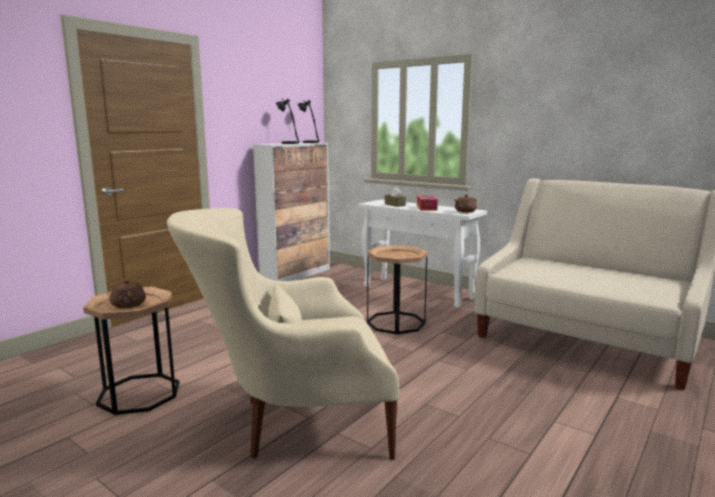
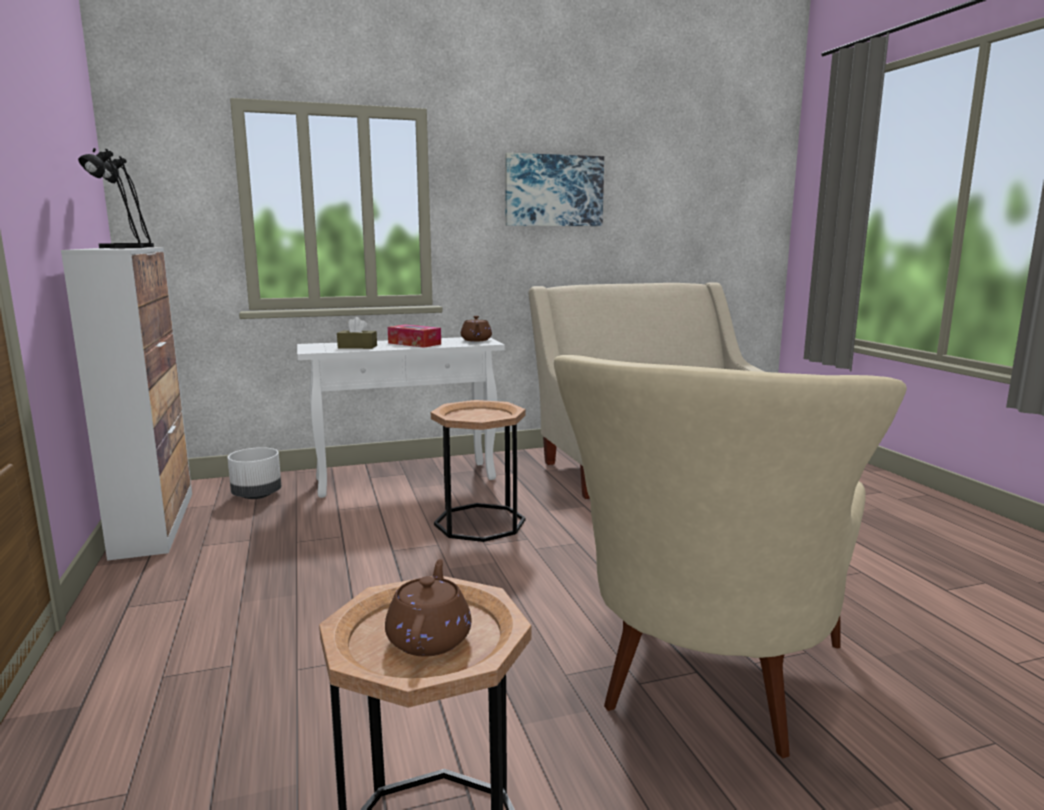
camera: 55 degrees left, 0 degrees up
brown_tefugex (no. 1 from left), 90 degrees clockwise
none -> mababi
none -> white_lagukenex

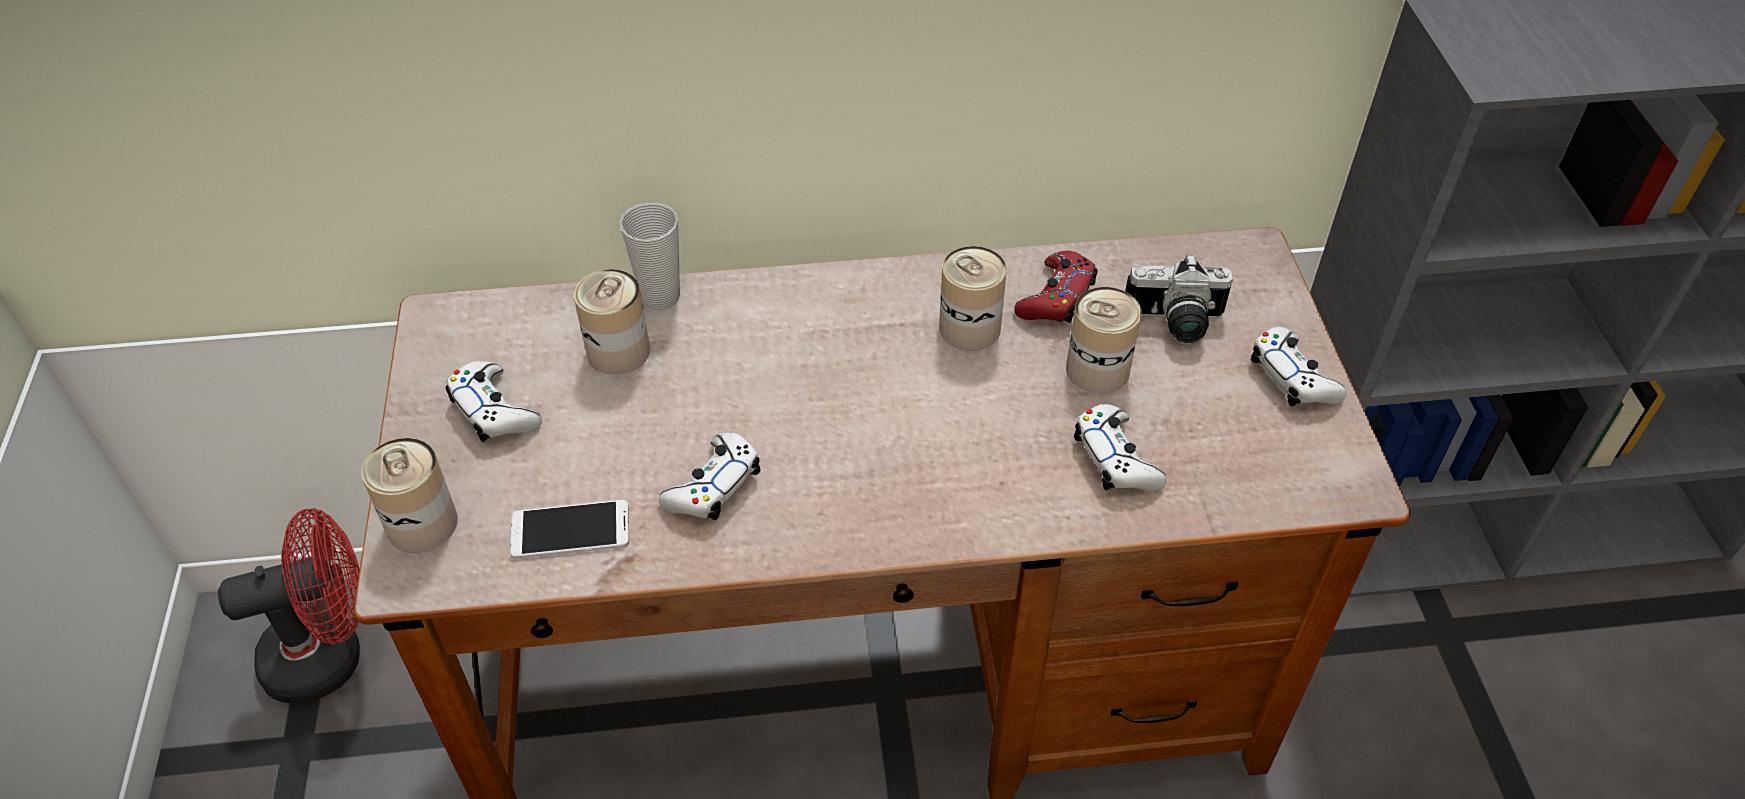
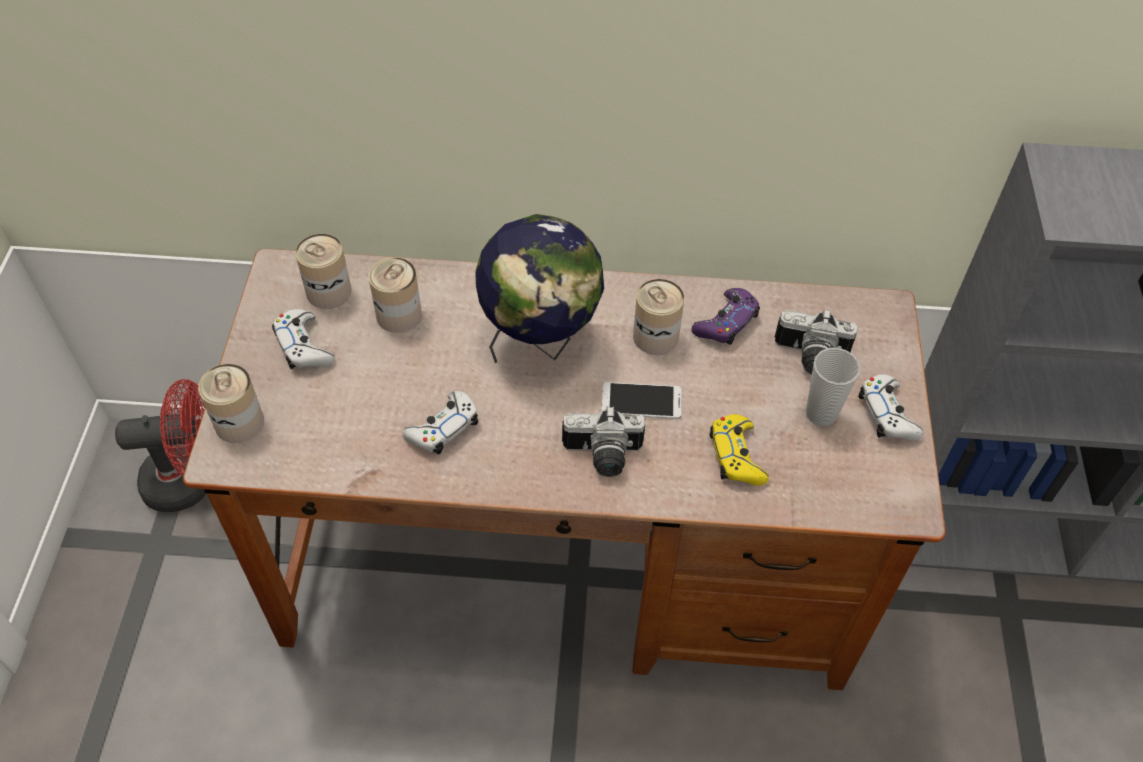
camera: 10 degrees right, 5 degrees up
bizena, relocated
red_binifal -> purple_binifal
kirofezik (no. 4 from left in the first image) -> kirofezik (no. 2 from left), relocated
white_binifal (no. 3 from left) -> yellow_binifal
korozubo, relocated
none -> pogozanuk
none -> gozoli (no. 1 from left)

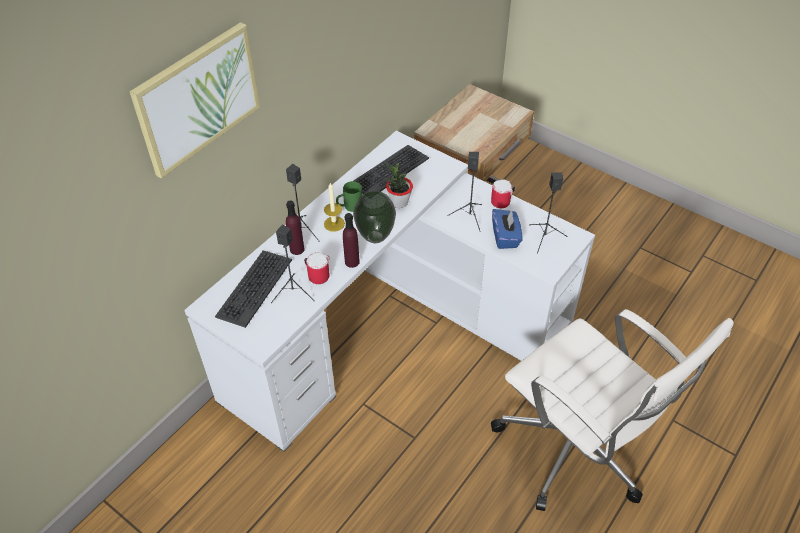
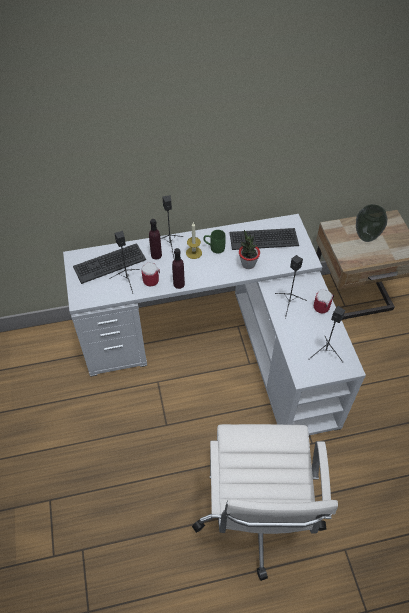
camera: 40 degrees right, 5 degrees up
mababi -> none
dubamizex, relocated
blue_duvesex -> none

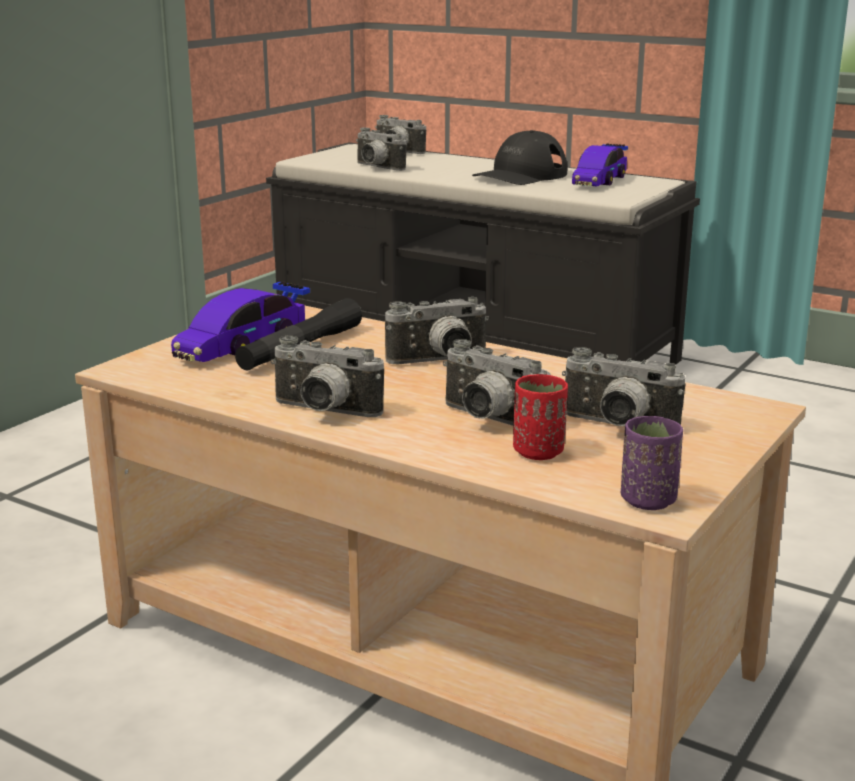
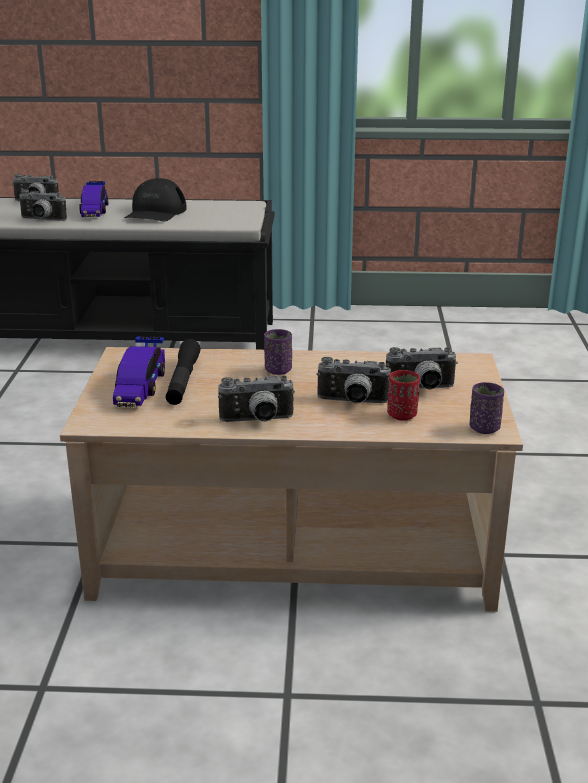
camera: 30 degrees left, 5 degrees up
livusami (no. 2 from left in the first image) -> livusami (no. 1 from left), relocated
gozoli (no. 4 from left) -> purple_bizena (no. 1 from left)

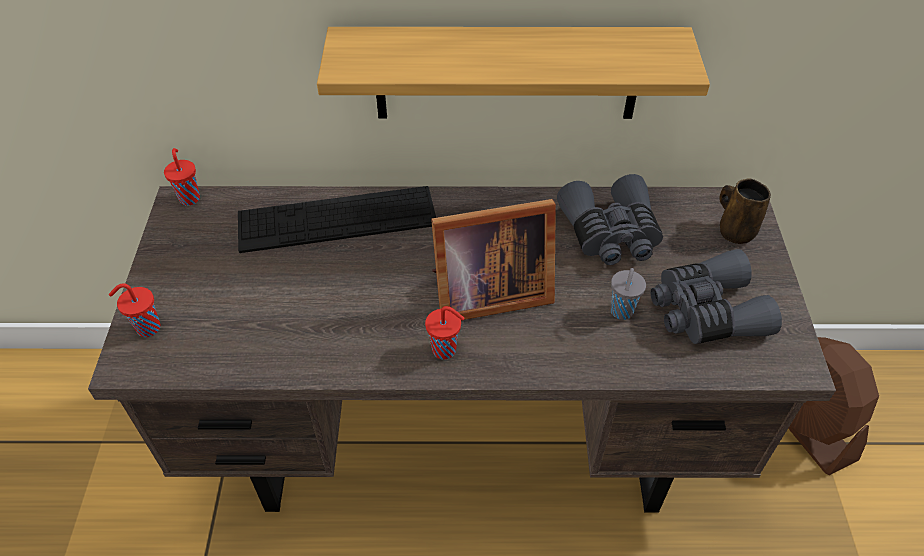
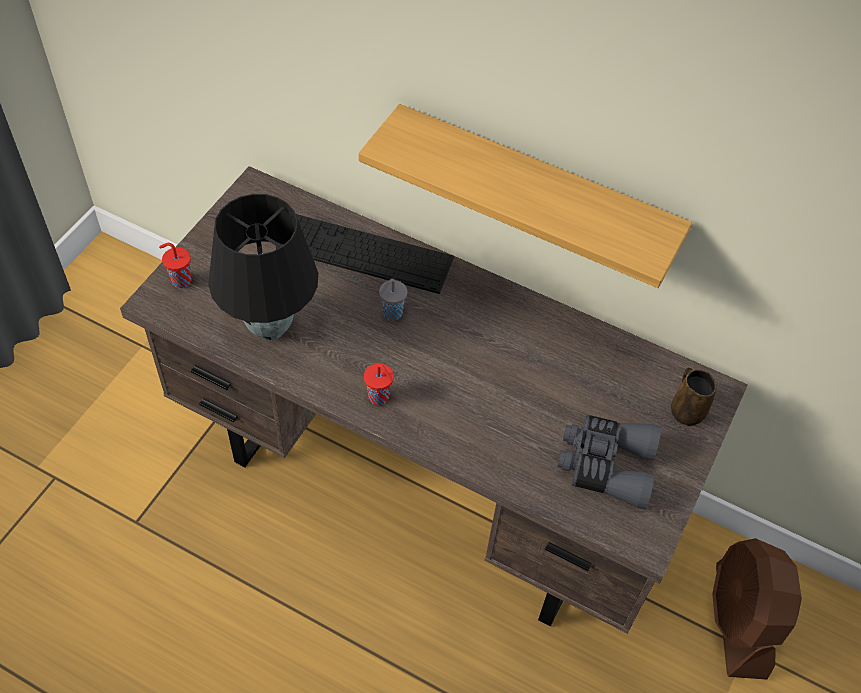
camera: 25 degrees right, 5 degrees up
red_bizena (no. 2 from left) -> none
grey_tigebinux (no. 1 from left) -> none
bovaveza -> none
grey_bizena, relocated
none -> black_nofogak

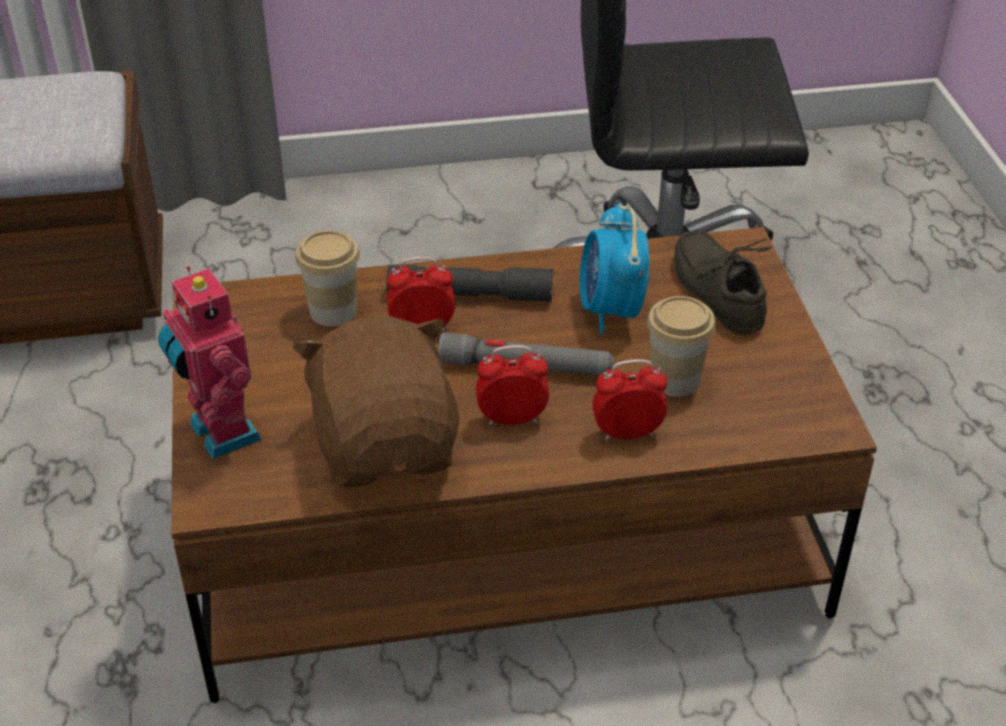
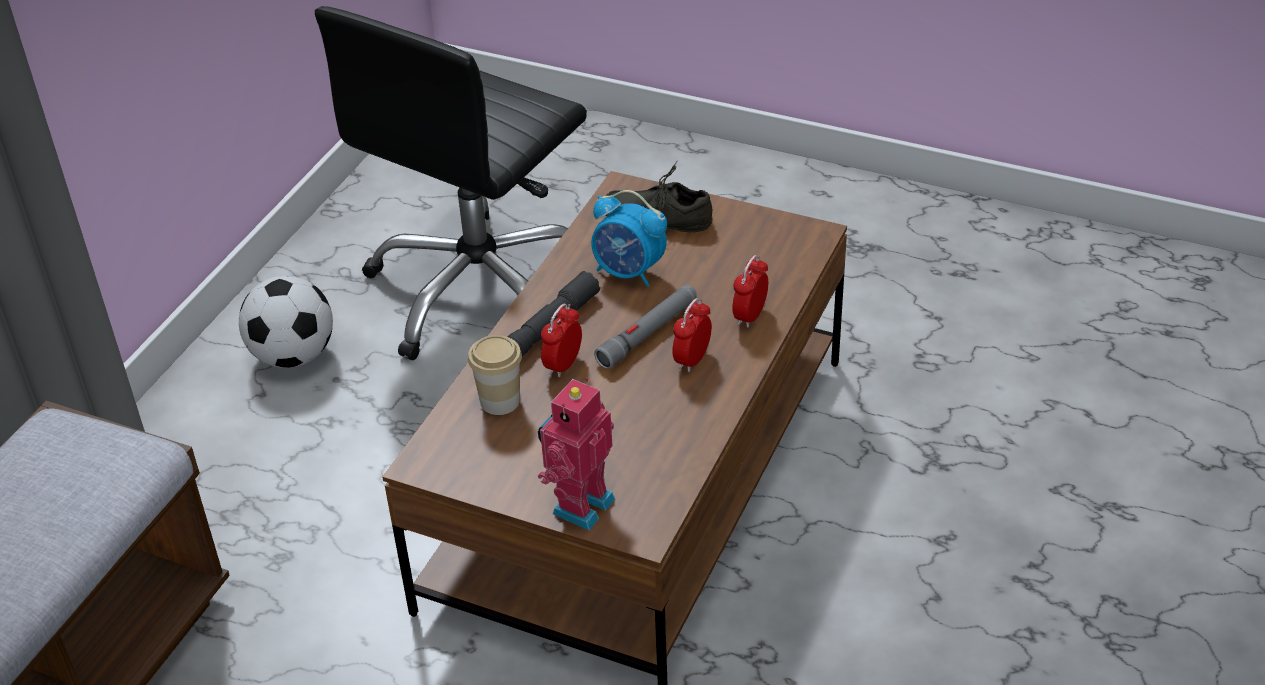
camera: 55 degrees left, 0 degrees up
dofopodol, 120 degrees clockwise
bizena (no. 2 from left) -> none
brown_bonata -> none
none -> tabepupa

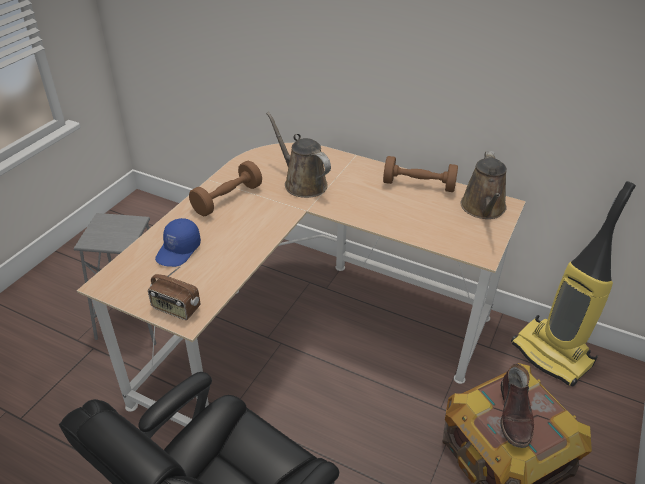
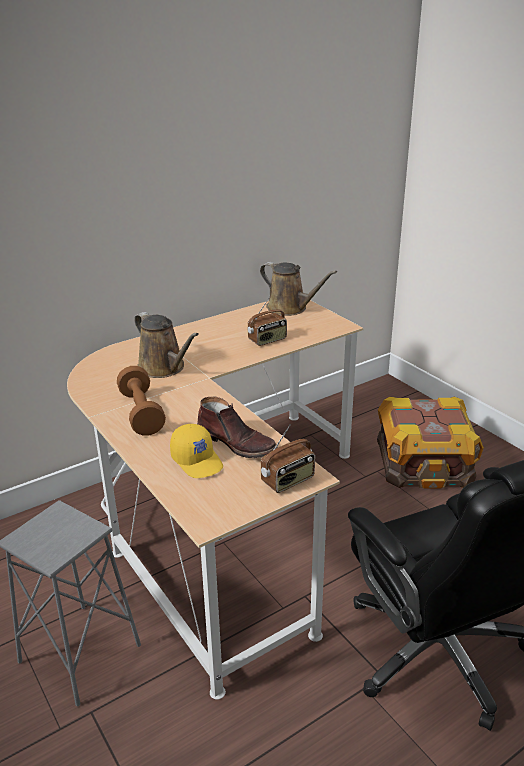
camera: 60 degrees left, 10 degrees down
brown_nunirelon (no. 1 from left), 120 degrees counterclockwise
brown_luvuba (no. 2 from left) -> none
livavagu -> none
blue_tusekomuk -> yellow_tusekomuk
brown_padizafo, relocated
none -> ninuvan (no. 1 from left)

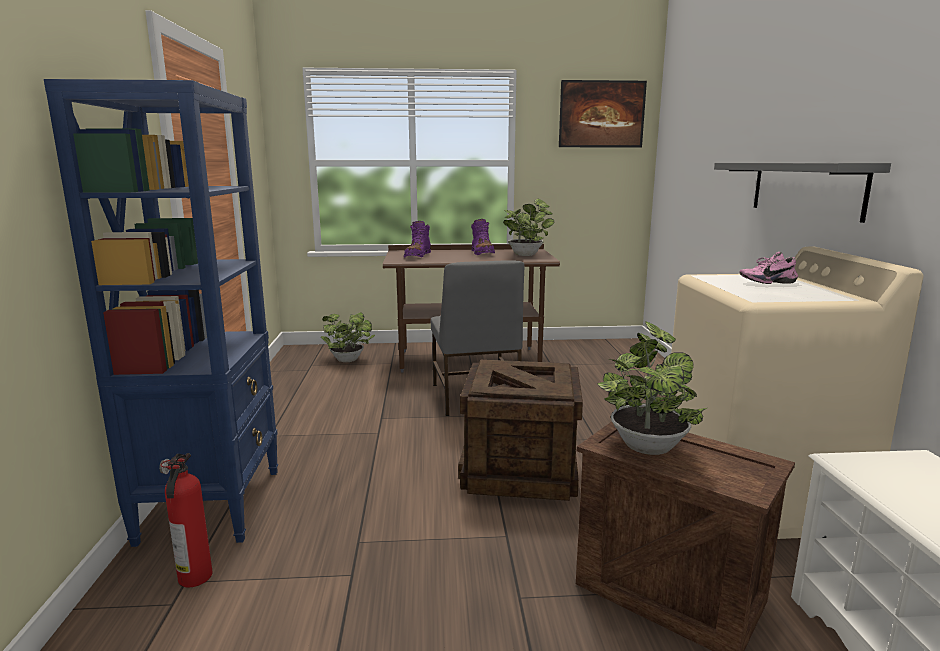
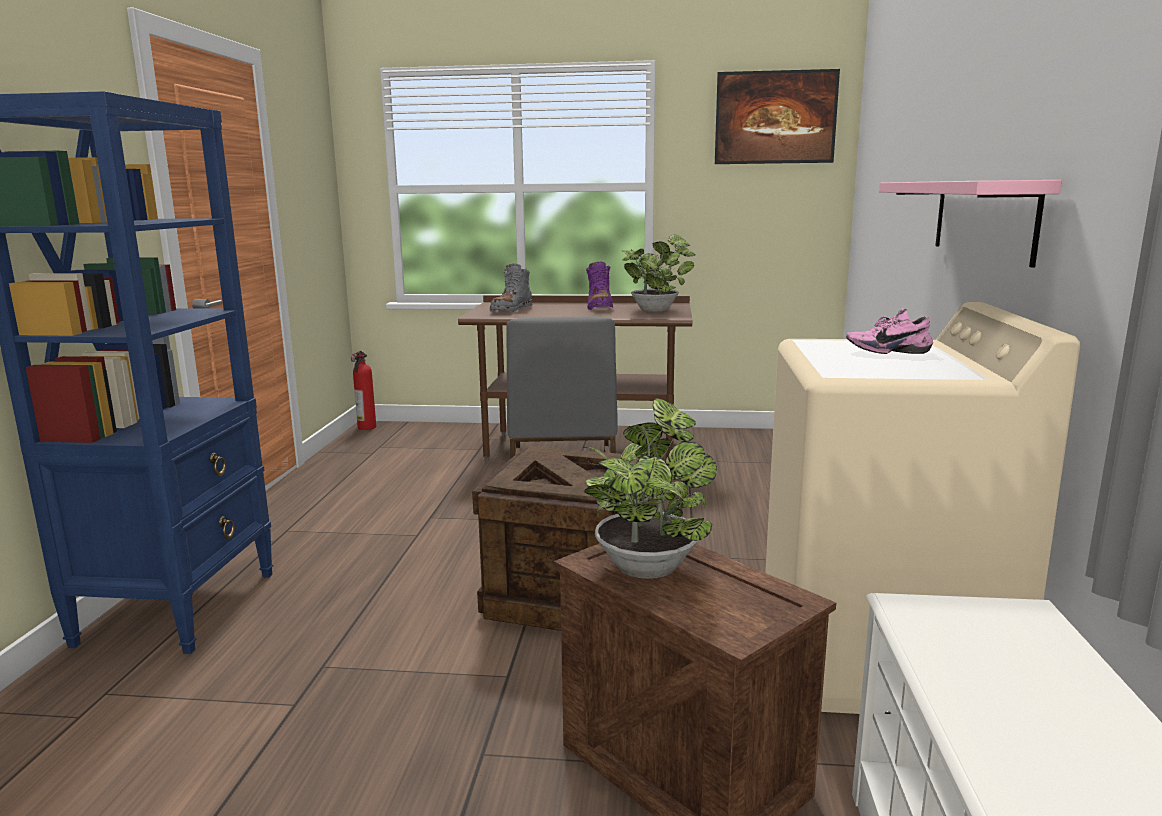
camera: 10 degrees right, 0 degrees up
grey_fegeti -> pink_fegeti
purple_padizafo (no. 1 from left) -> grey_padizafo
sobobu (no. 1 from left) -> none
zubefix, relocated

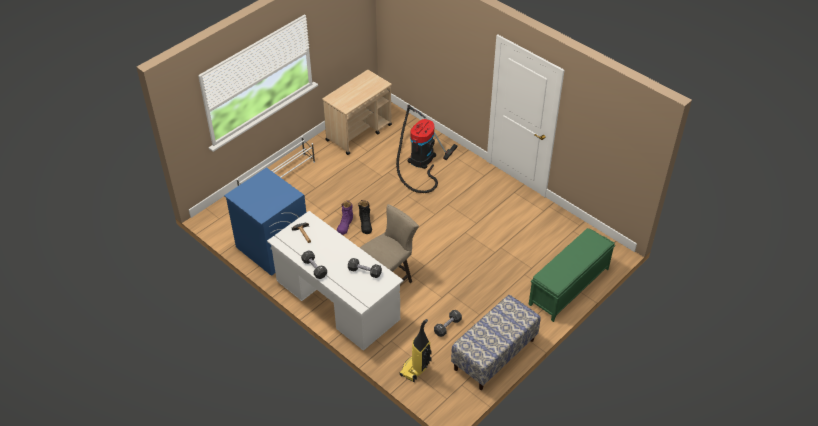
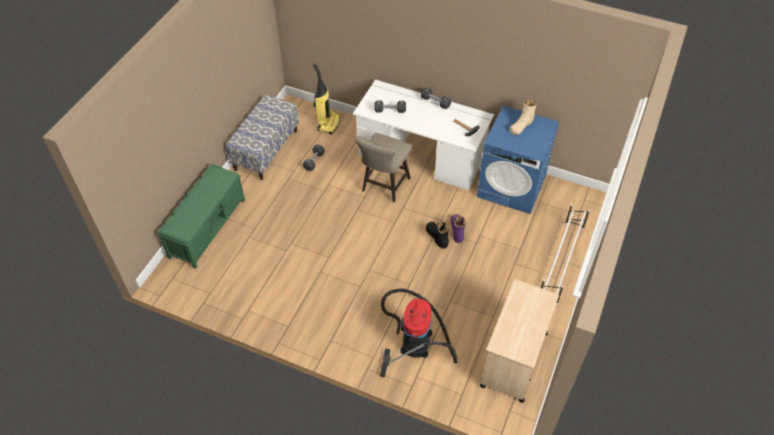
camera: 160 degrees right, 5 degrees up
none -> beige_padizafo

